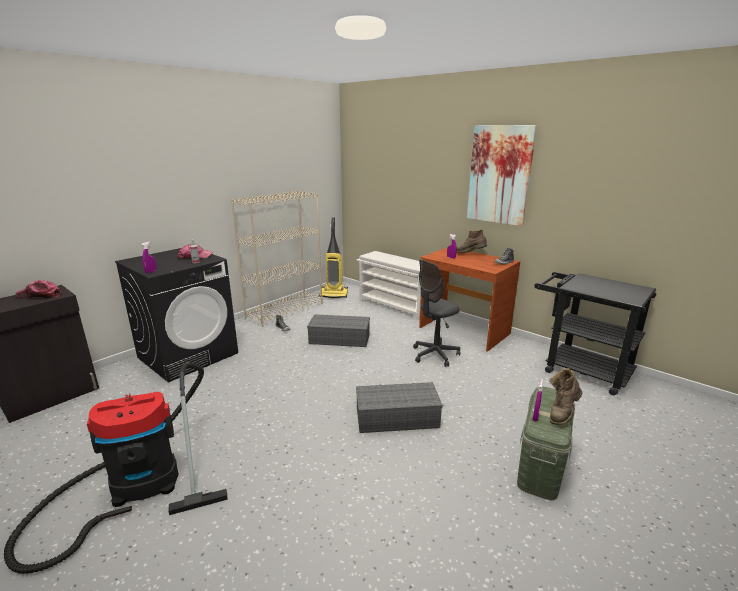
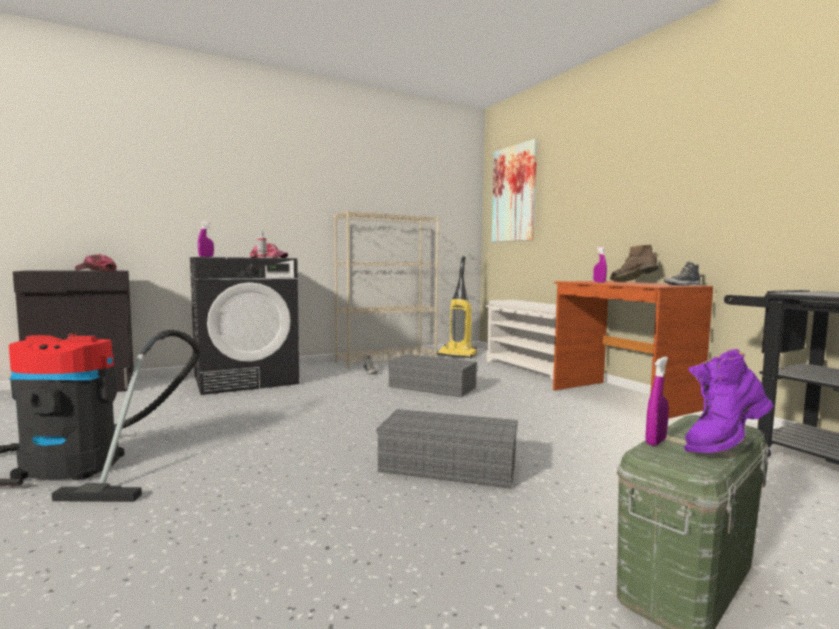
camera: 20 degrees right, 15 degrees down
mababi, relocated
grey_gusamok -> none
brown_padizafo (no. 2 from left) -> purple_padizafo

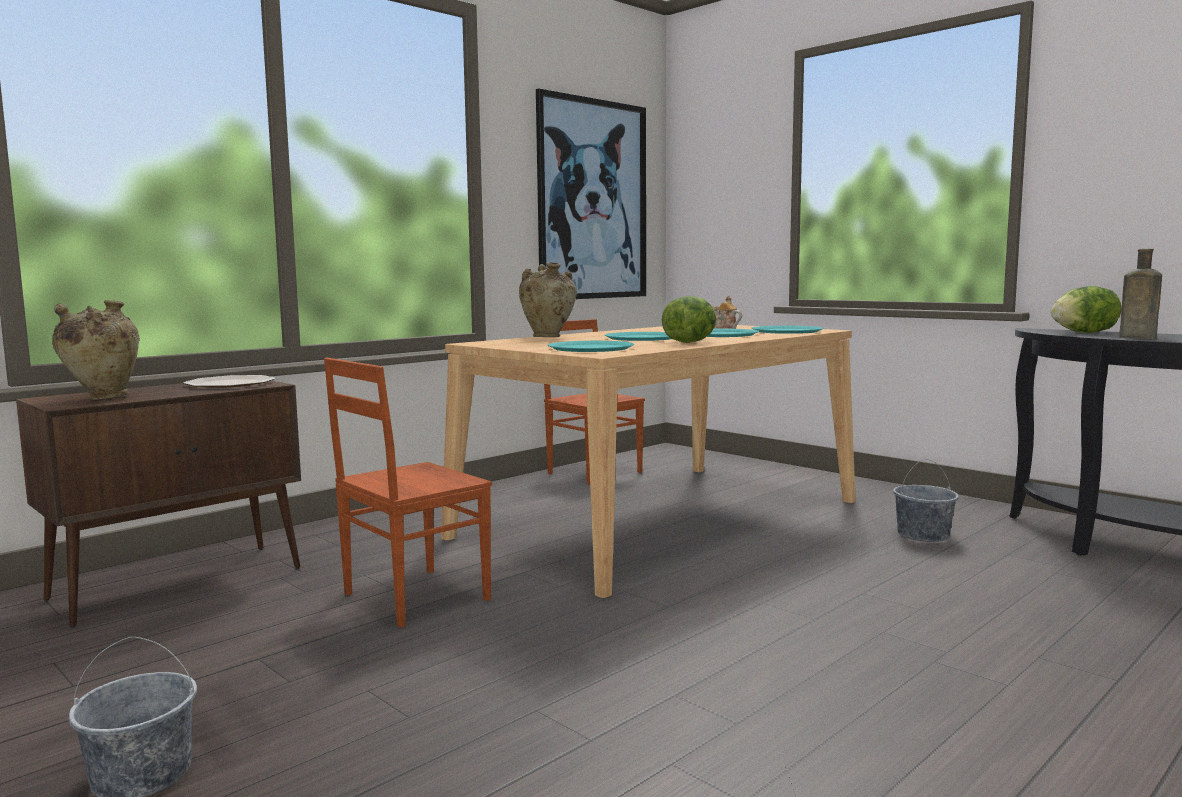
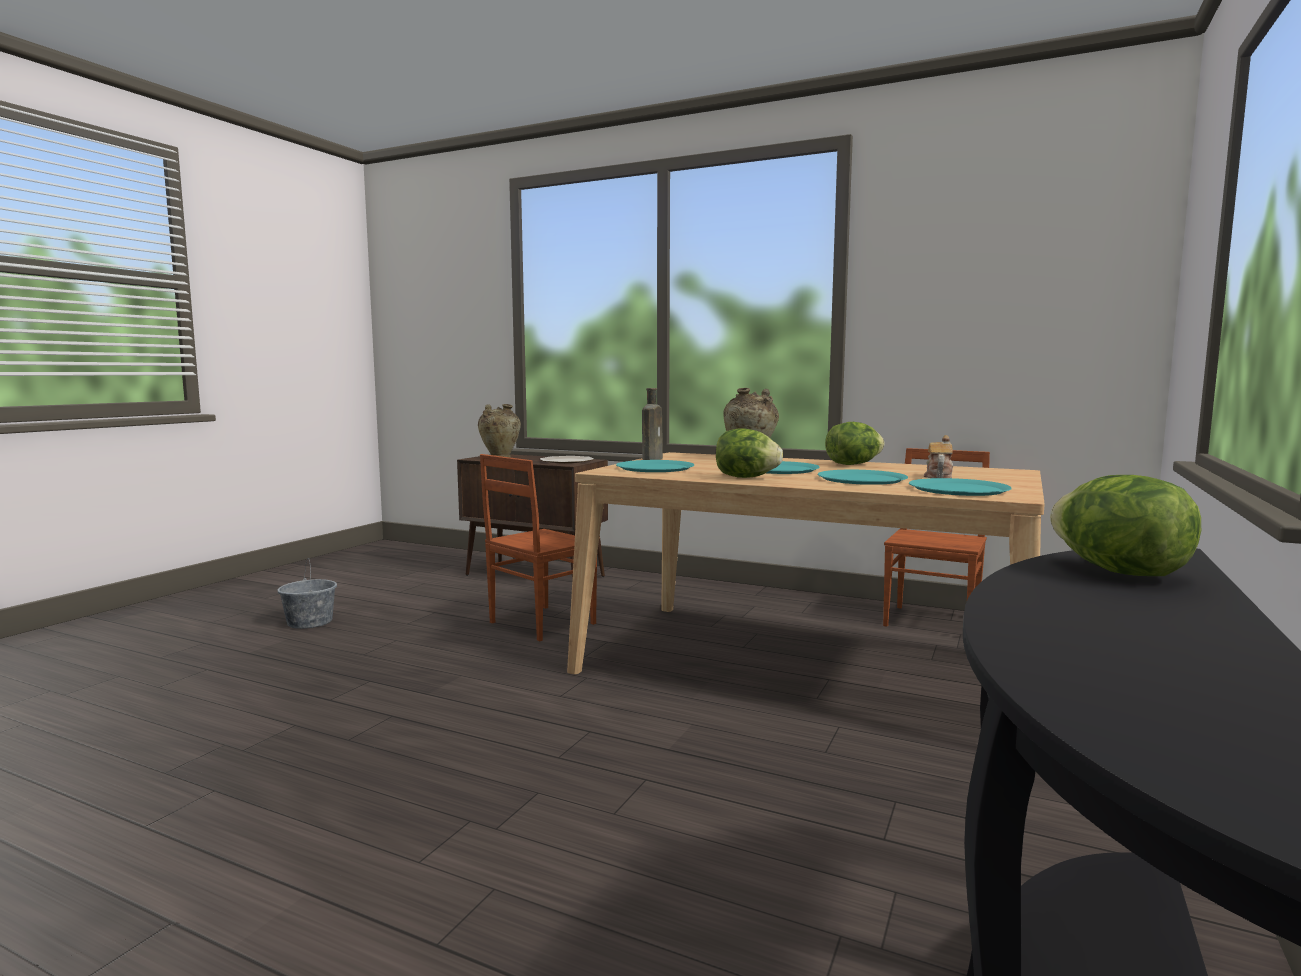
camera: 70 degrees right, 0 degrees up
mababi -> none
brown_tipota, relocated
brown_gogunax (no. 1 from left), 75 degrees counterclockwise
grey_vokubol (no. 2 from left) -> none
none -> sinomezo (no. 2 from left)

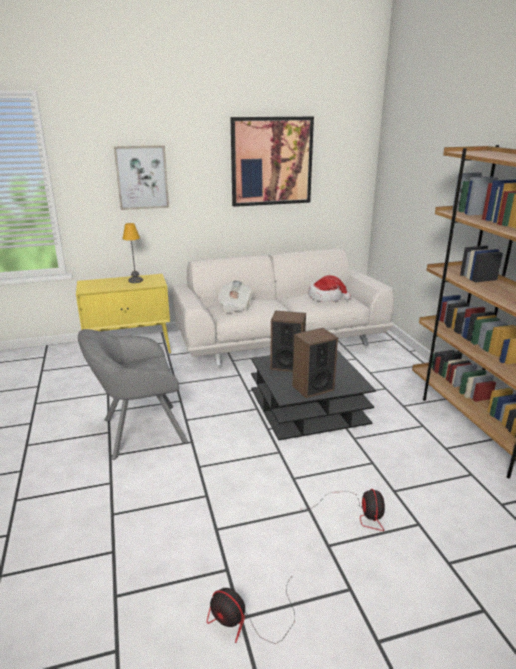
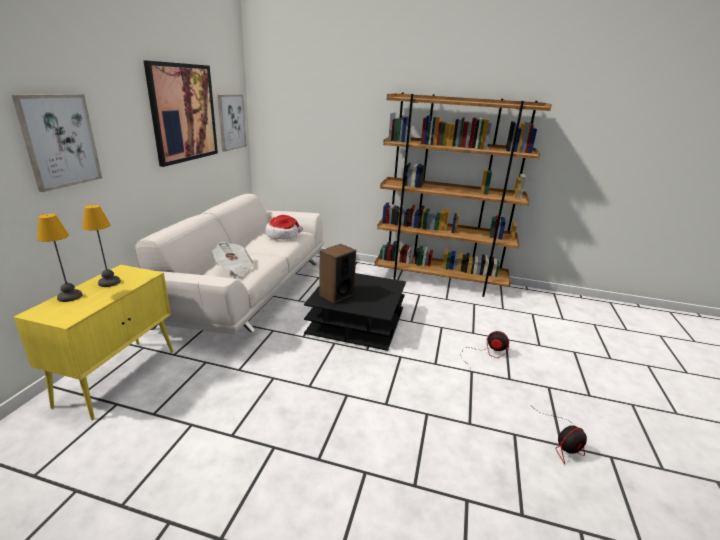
camera: 60 degrees left, 0 degrees up
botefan (no. 2 from left) -> none
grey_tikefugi -> none
none -> mababi (no. 3 from left)
none -> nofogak (no. 1 from left)

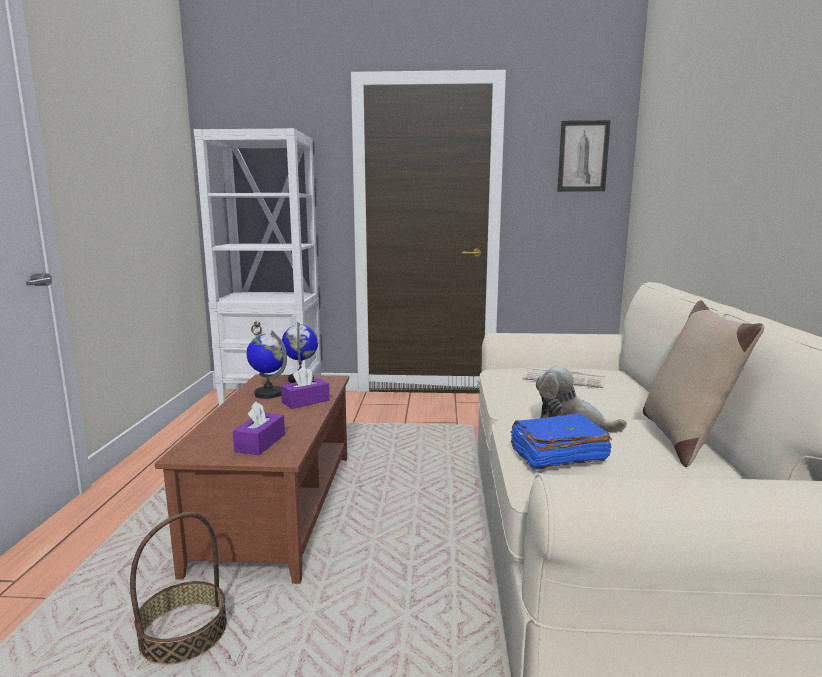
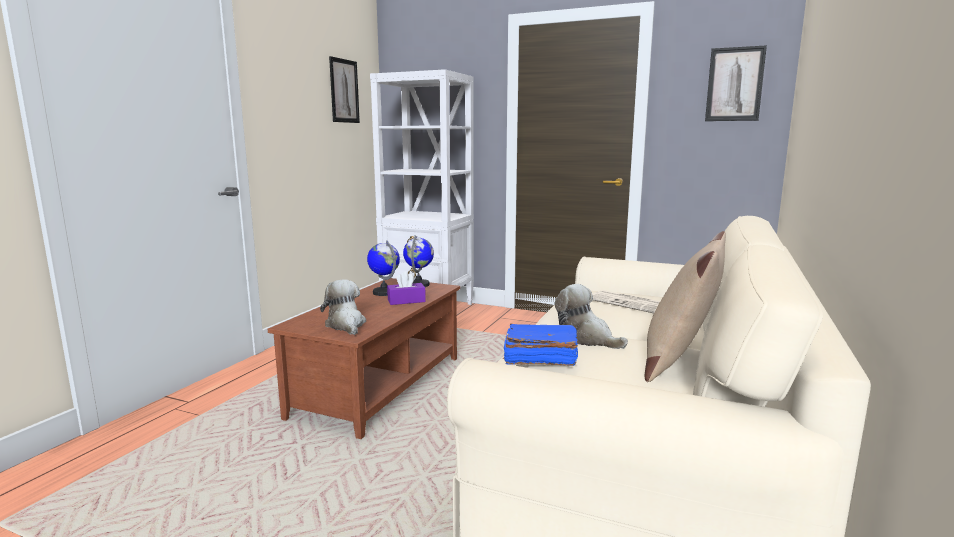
camera: 20 degrees right, 0 degrees up
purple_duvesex (no. 1 from left) -> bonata (no. 1 from left)
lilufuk -> none
none -> mababi (no. 1 from left)

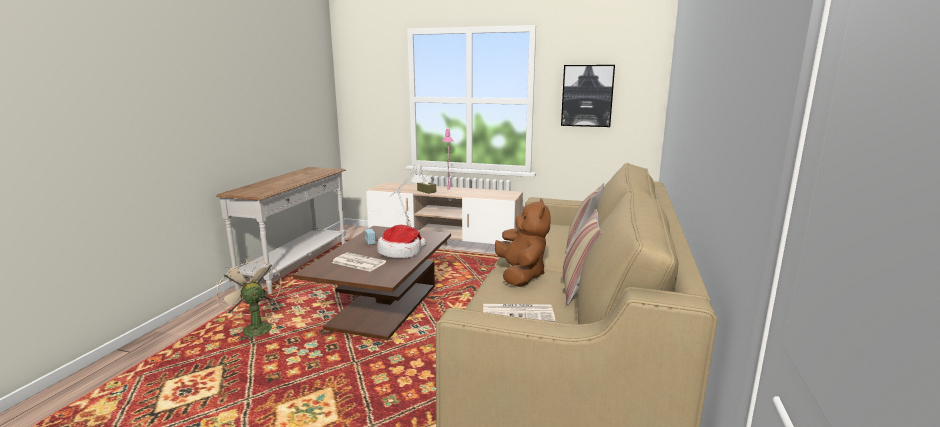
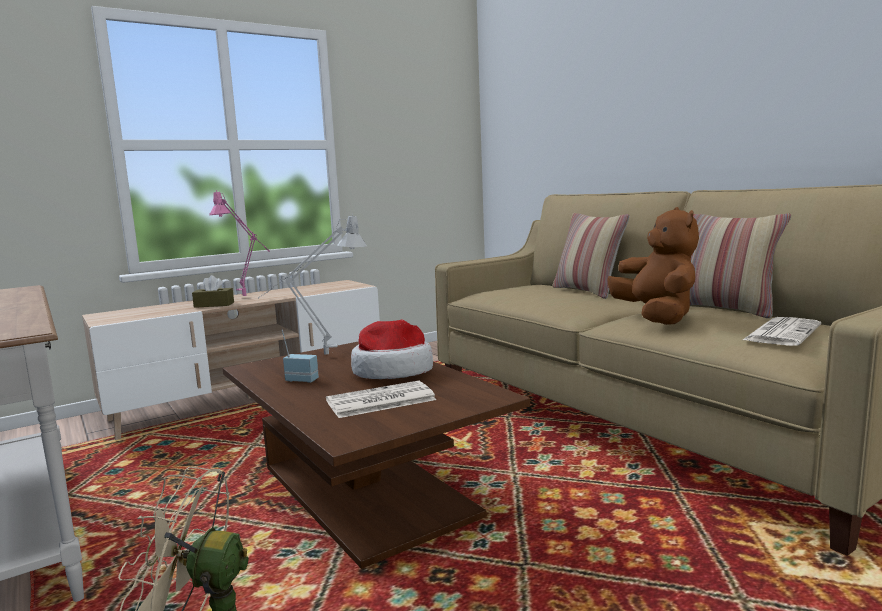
camera: 50 degrees left, 5 degrees down
mababi -> none
brown_bonata, 45 degrees clockwise

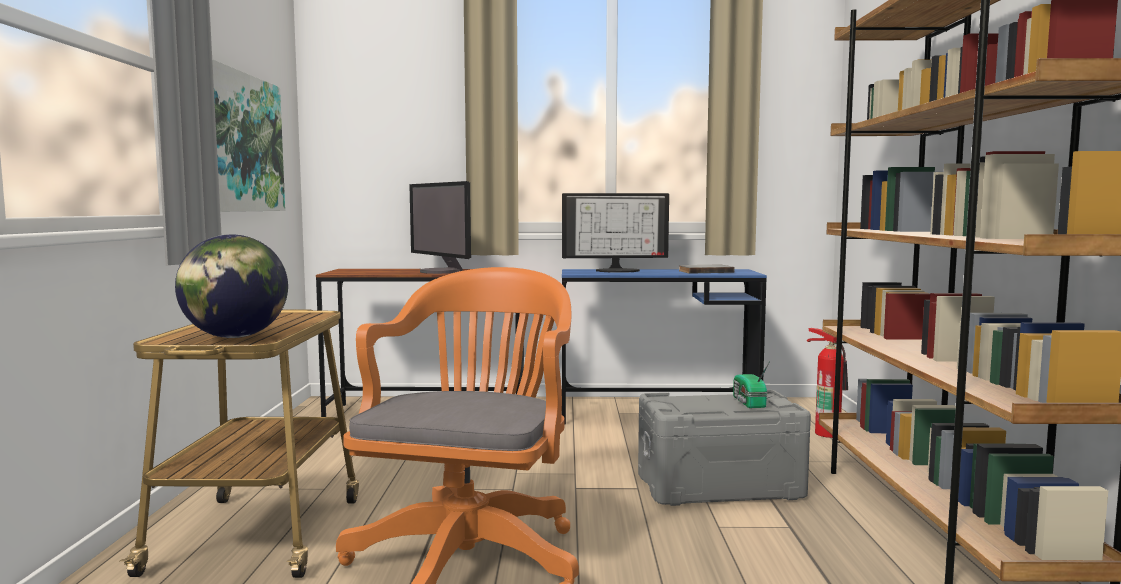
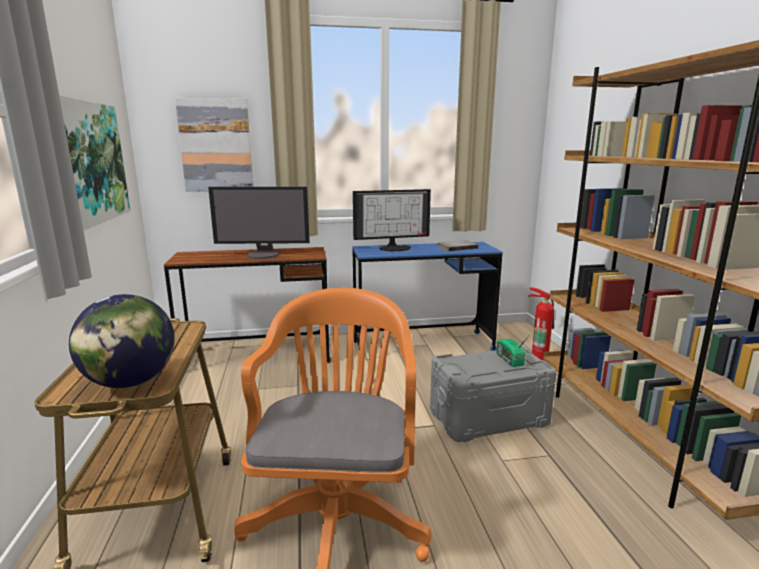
camera: 10 degrees left, 10 degrees up
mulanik (no. 1 from left), 45 degrees counterclockwise
none -> mababi (no. 2 from left)

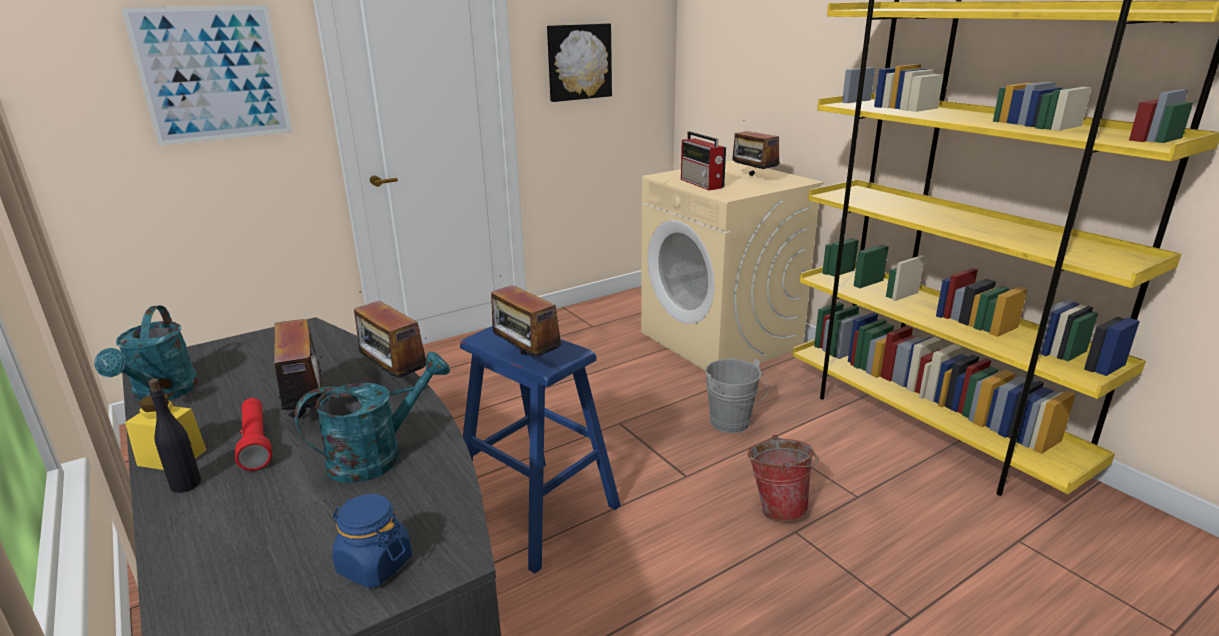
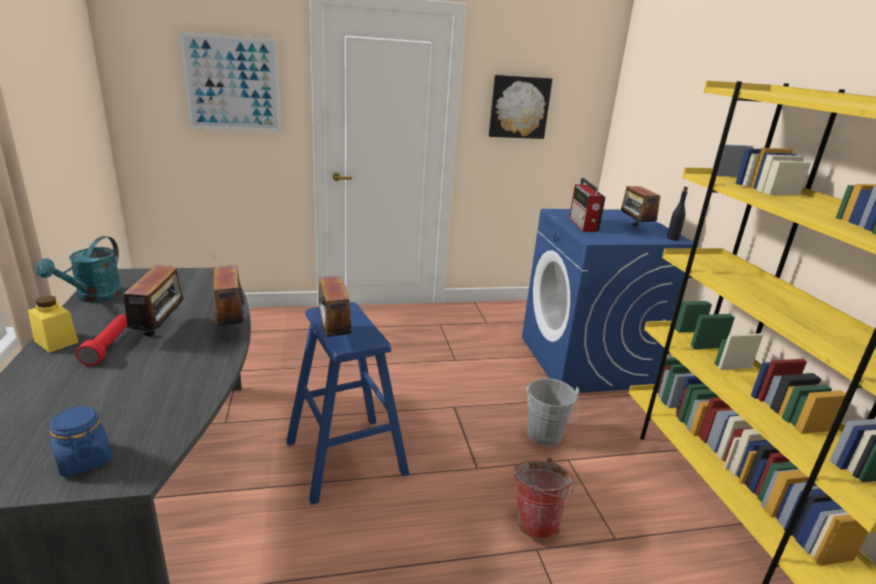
camera: 20 degrees right, 0 degrees up
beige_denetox -> blue_denetox
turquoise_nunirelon (no. 2 from left) -> none
black_tipota, relocated

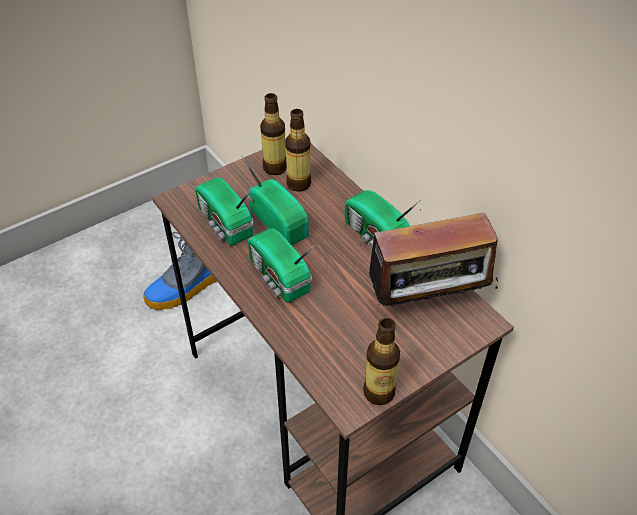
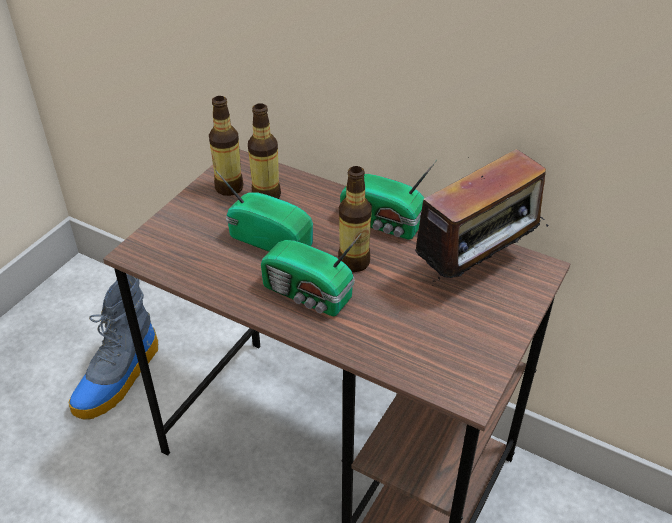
camera: 25 degrees left, 5 degrees down
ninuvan (no. 1 from left) -> none
tipota (no. 3 from left), relocated

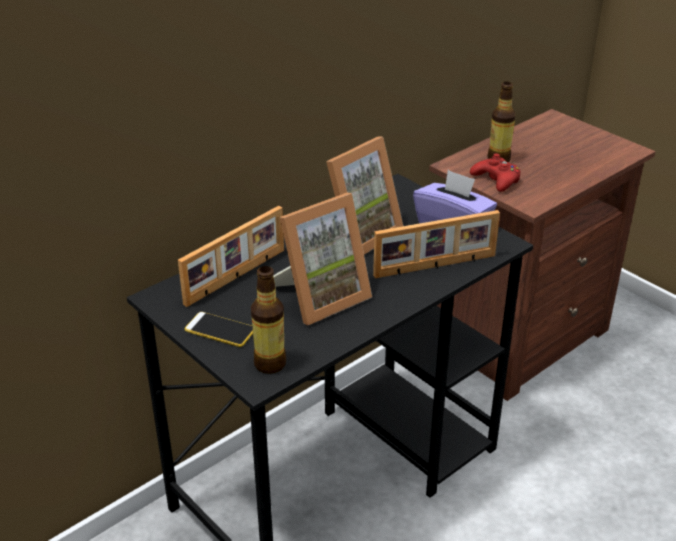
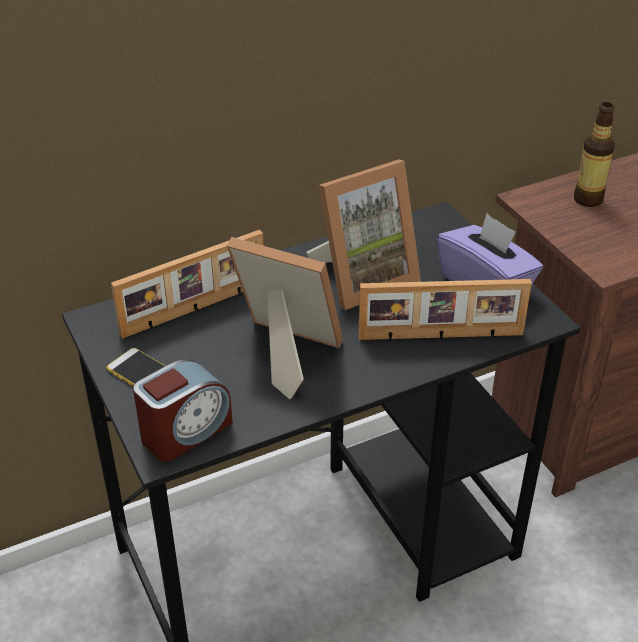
camera: 15 degrees right, 5 degrees up
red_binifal -> none
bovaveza (no. 2 from left), 135 degrees counterclockwise
tipota (no. 1 from left) -> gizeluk

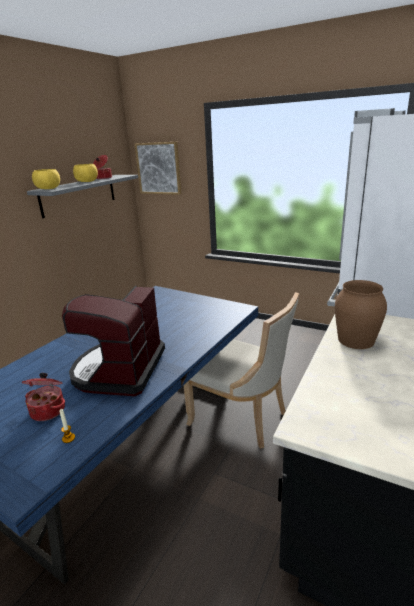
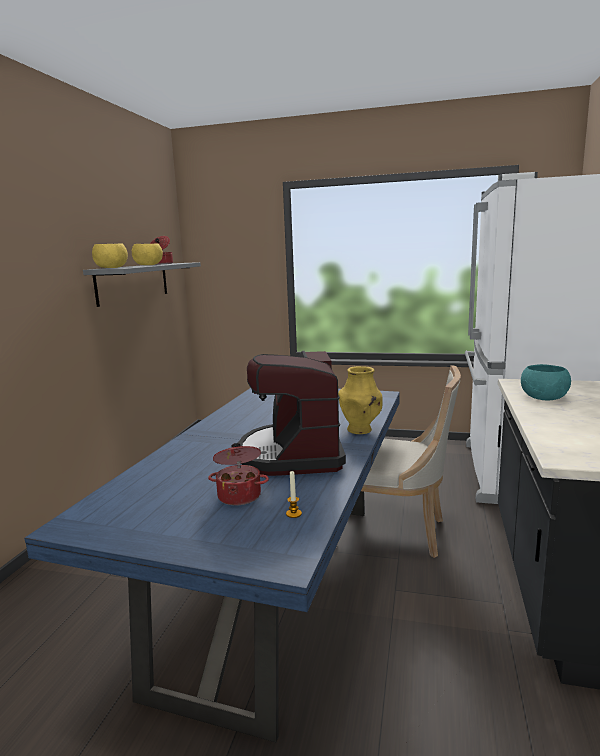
camera: 15 degrees left, 10 degrees down
mababi -> none
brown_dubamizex -> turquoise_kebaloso
none -> yellow_dubamizex

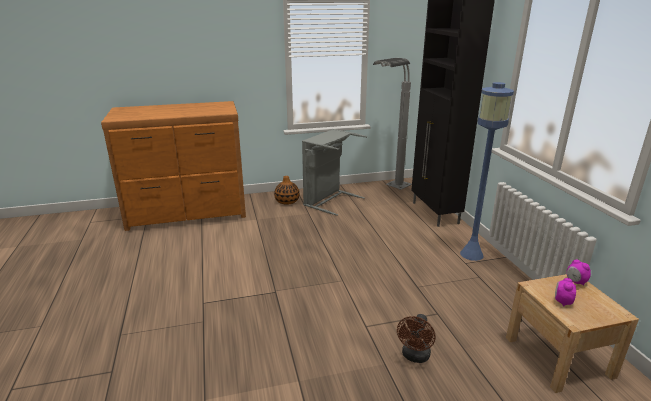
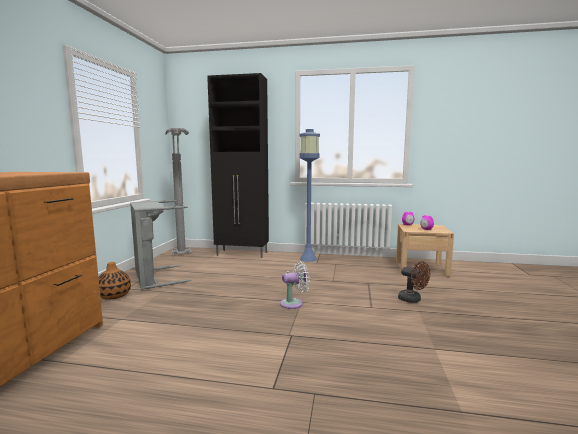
camera: 65 degrees left, 15 degrees down
none -> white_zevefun

